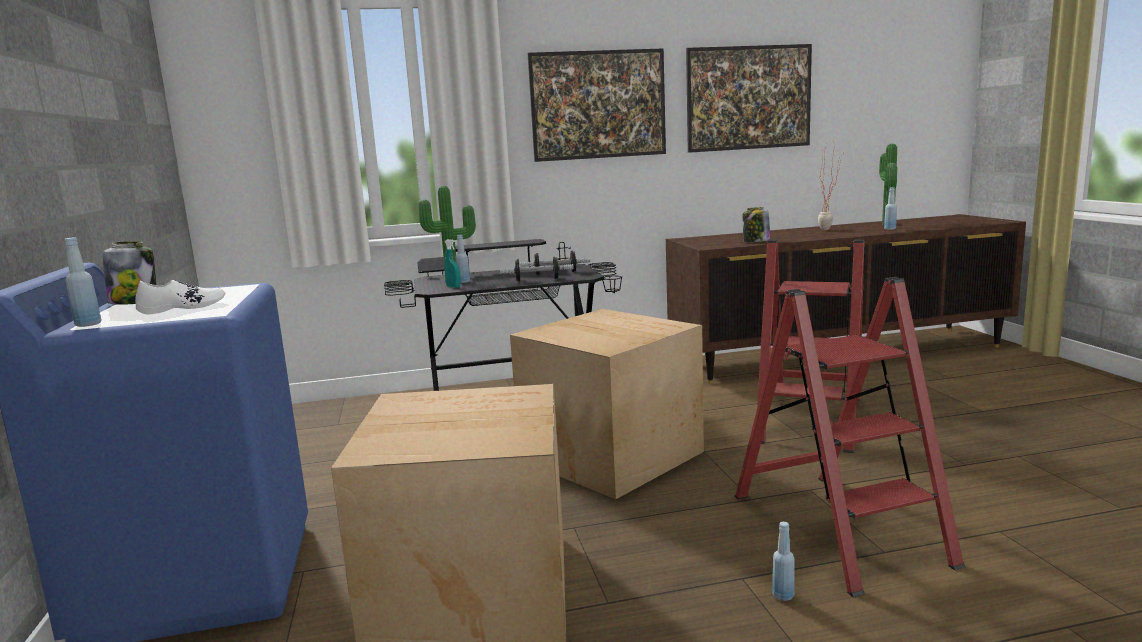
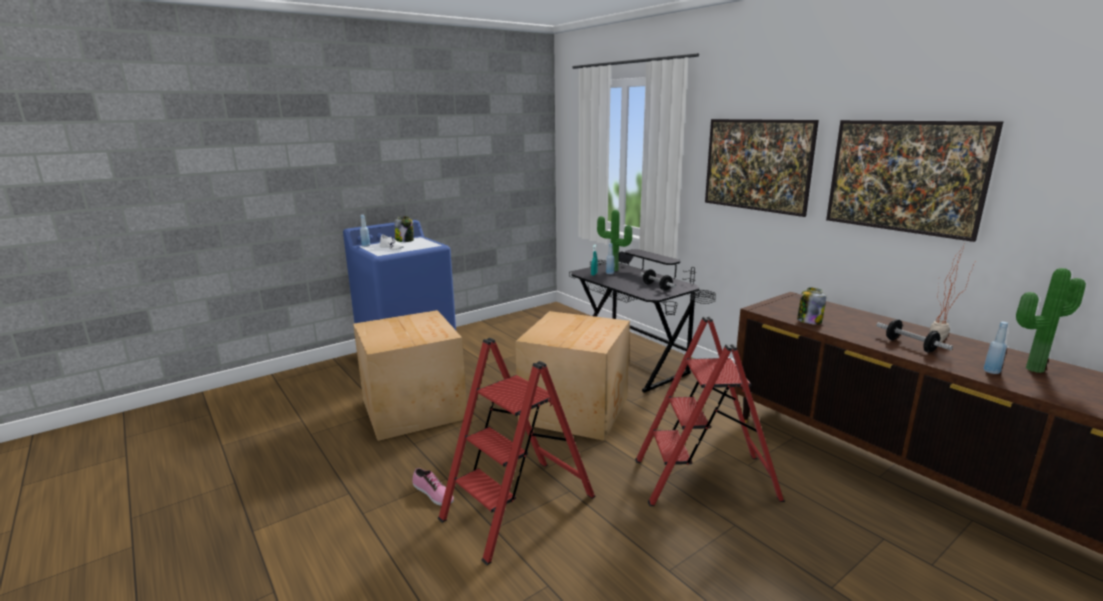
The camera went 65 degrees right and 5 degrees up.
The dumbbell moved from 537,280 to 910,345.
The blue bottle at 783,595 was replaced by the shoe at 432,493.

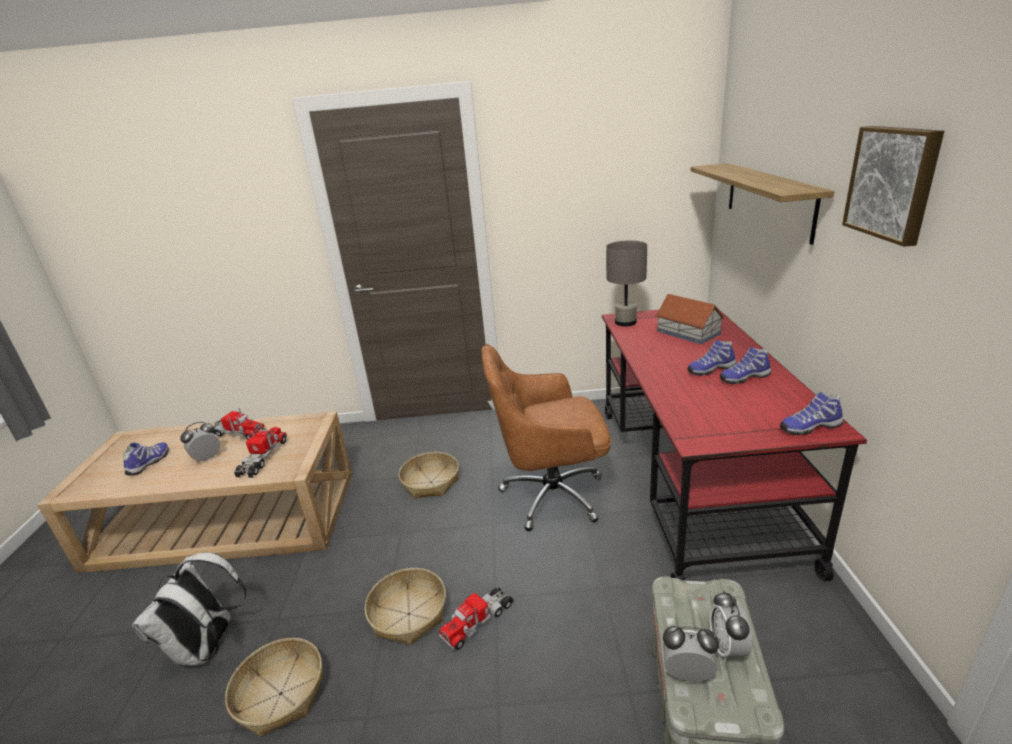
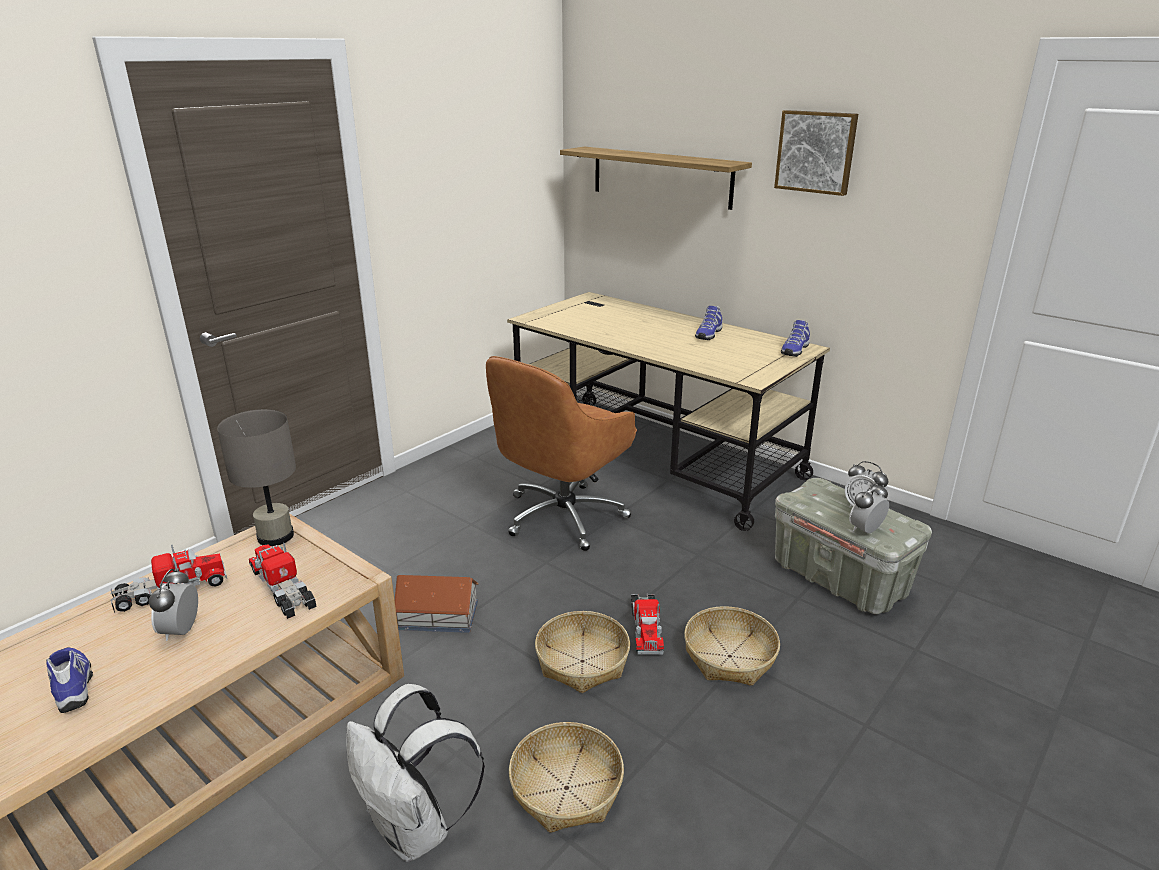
The camera went 50 degrees left and 0 degrees up.
The grey table lamp moved from 625,322 to 275,537.
The toy house moved from 688,332 to 439,616.
The red desk at 692,480 became the beige desk at 654,458.
The shoe at 710,369 disappeared.
The basket moved from 430,482 to 730,656.

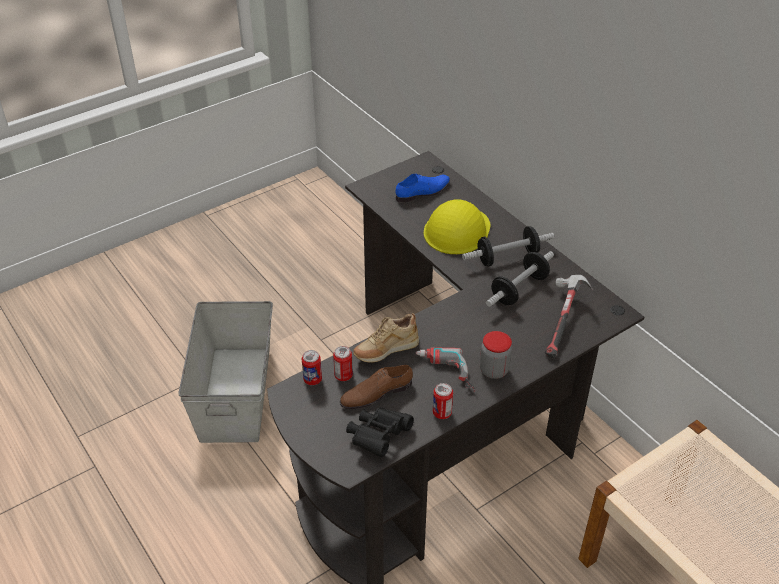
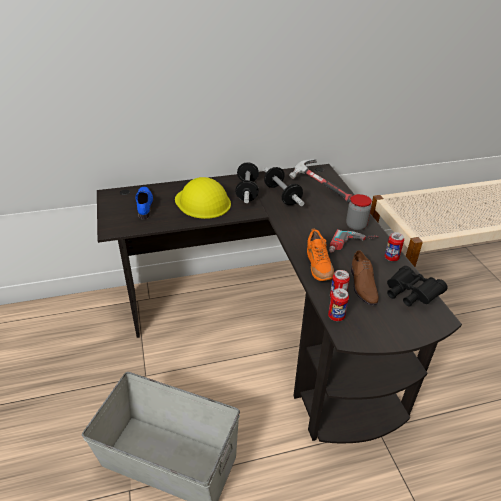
The camera went 70 degrees left and 5 degrees down.
The beige shoe at 385,351 became the orange shoe at 318,268.

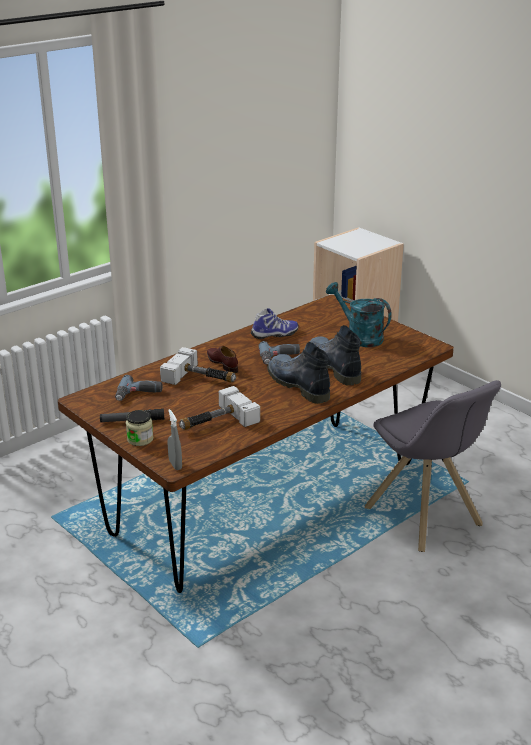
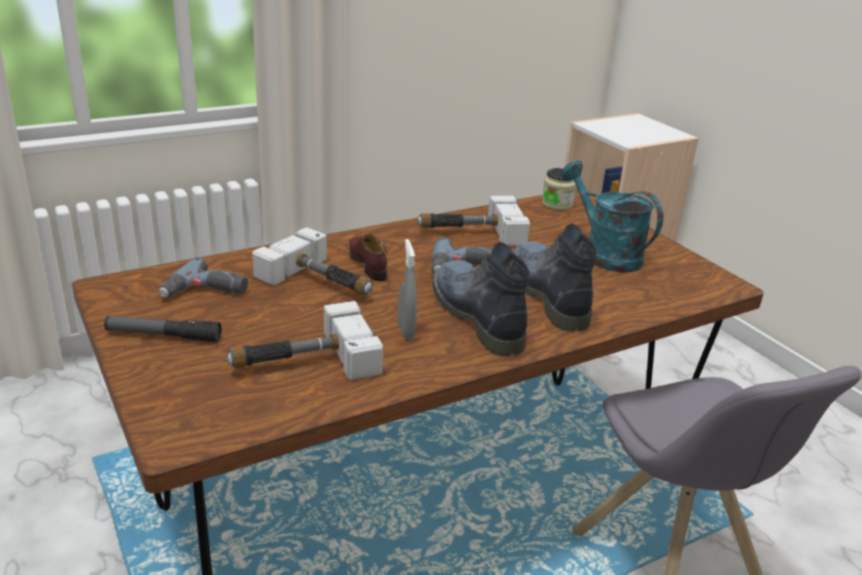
The camera went 10 degrees right and 0 degrees up.
The shoe at 275,334 was replaced by the hammer at 470,232.
The grey spray bottle moved from 175,465 to 406,330.
The jar moved from 140,439 to 557,204.

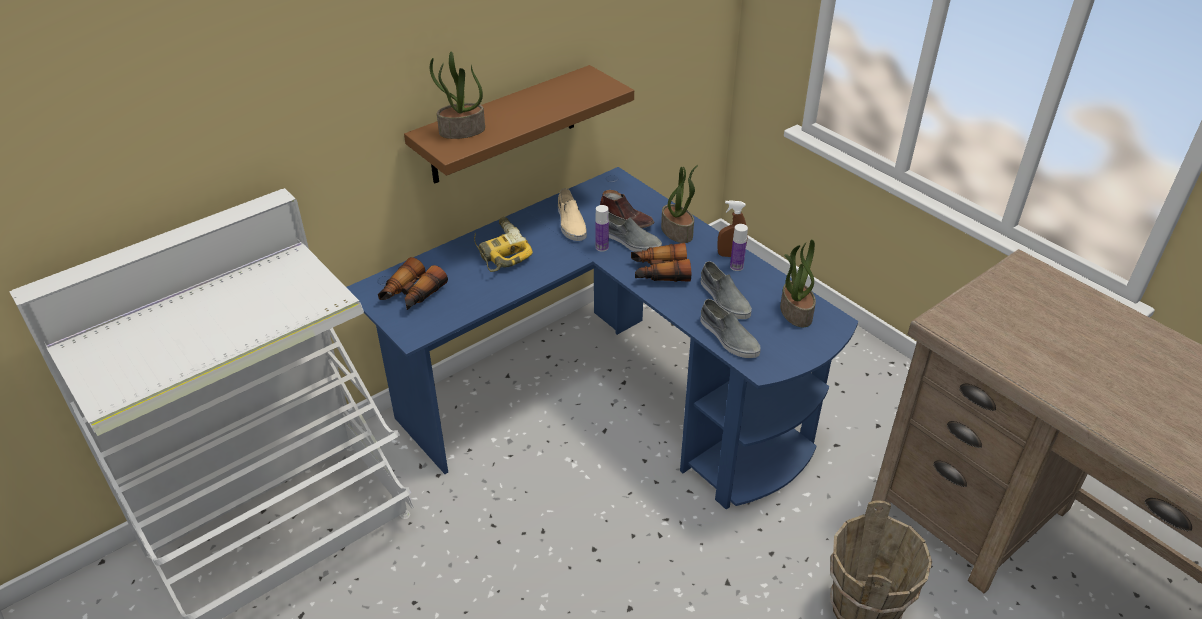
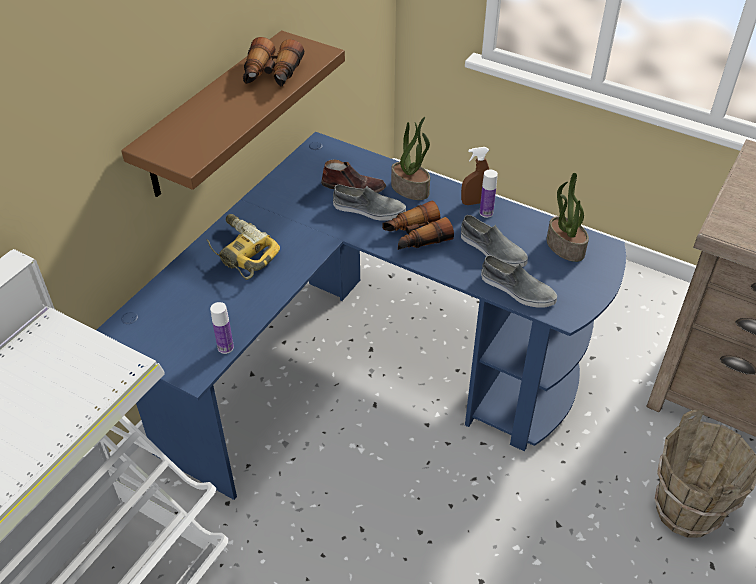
The camera went 20 degrees left and 5 degrees up.
The potted plant at 461,131 disappeared.
The beige shoe at 570,223 disappeared.
The bottle moved from 602,247 to 225,347.
The binoculars moved from 411,295 to 271,75.

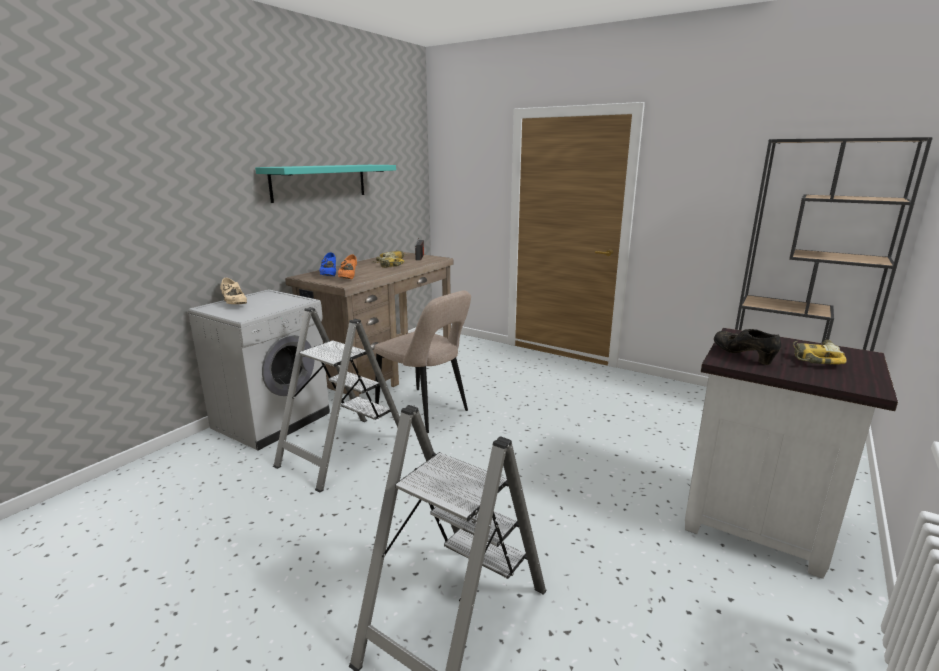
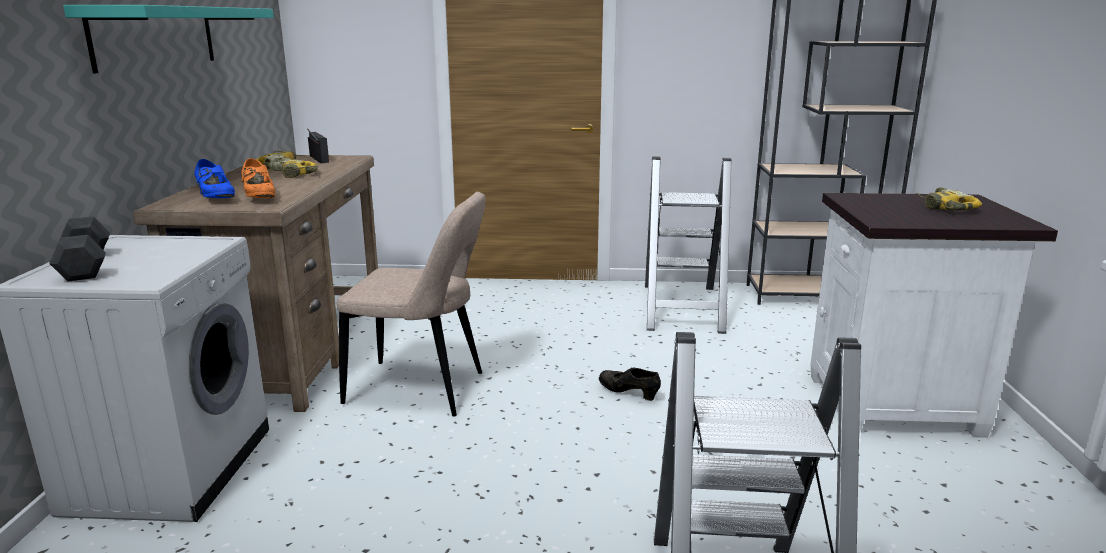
The camera went 30 degrees left and 0 degrees up.
The beige shoe at 234,304 was replaced by the black dumbbell at 85,265.
The grey step ladder moved from 342,452 to 682,308.
The black shoe moved from 743,356 to 629,393.

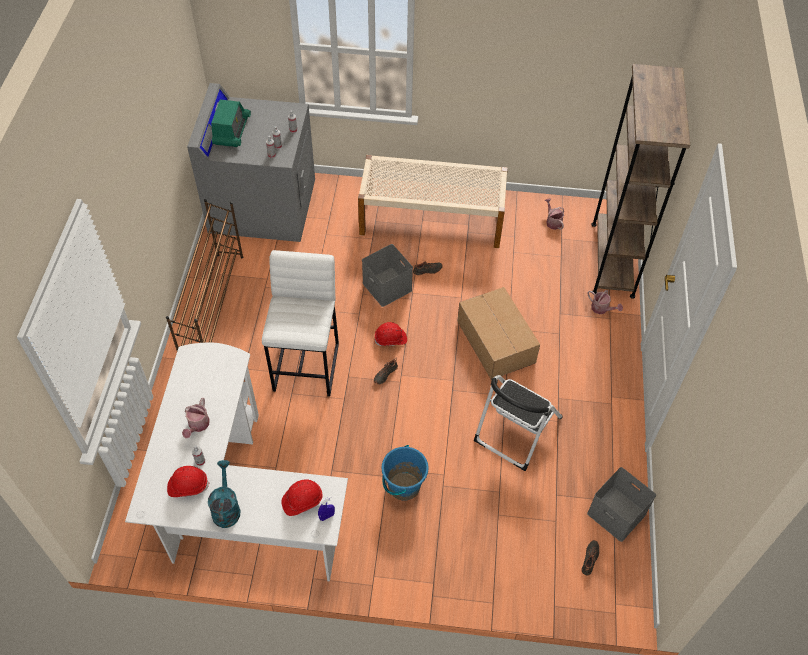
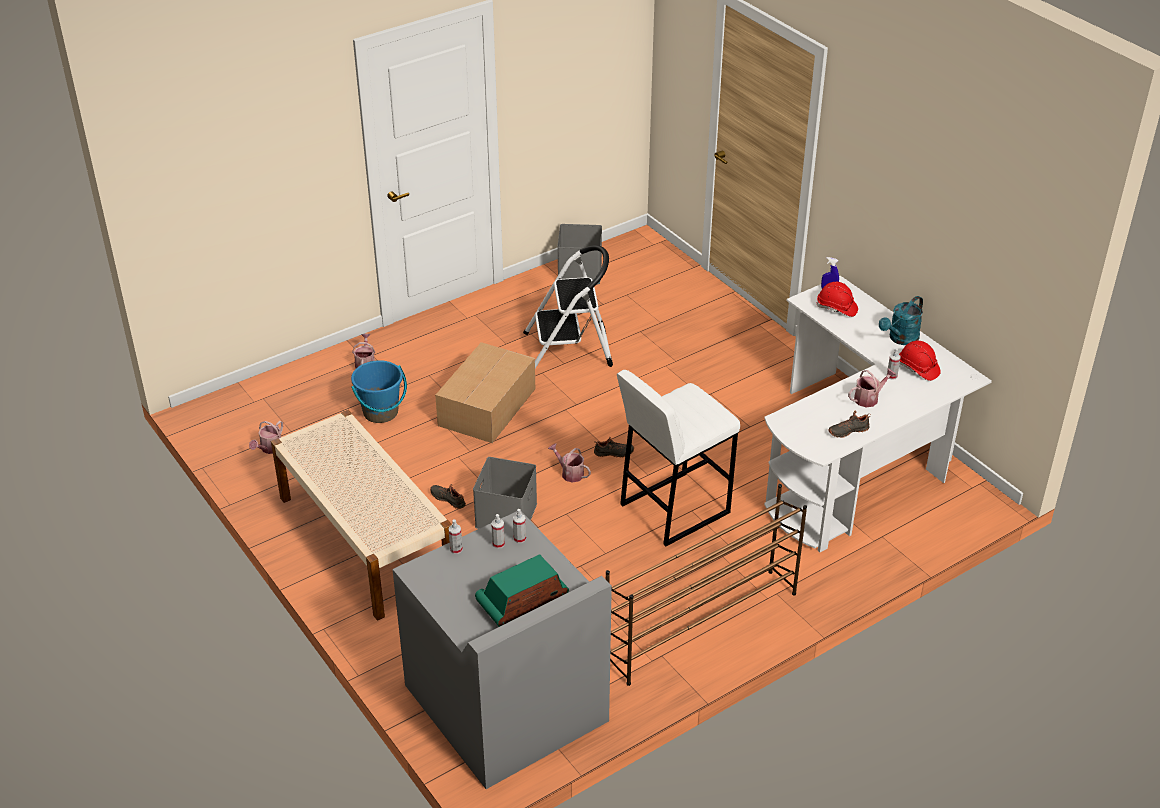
The camera went 130 degrees left and 15 degrees down.
The brown bookcase at 612,259 disappeared.
The red hard hat at 390,339 was replaced by the watering can at 570,473.
The blue bucket moved from 404,486 to 381,412.
The black shoe moved from 590,559 to 848,430.

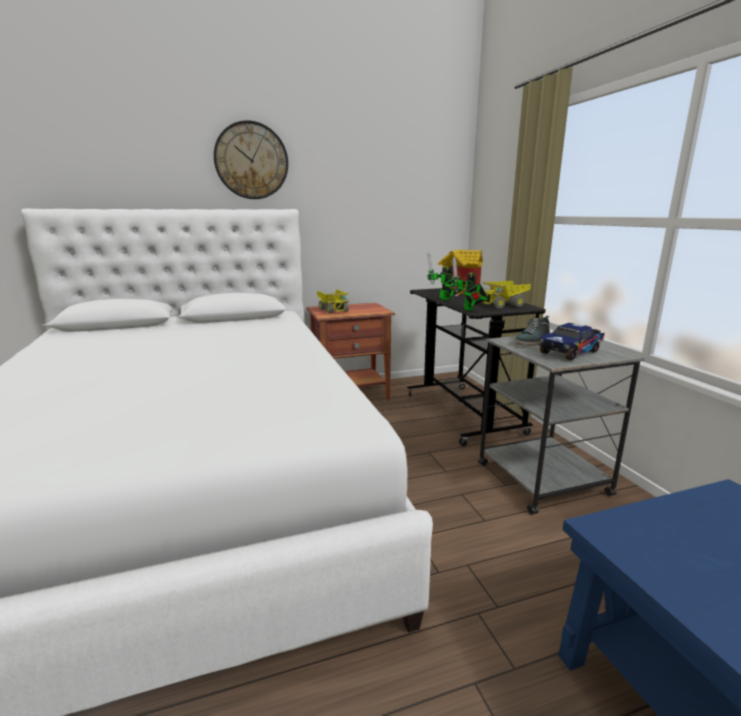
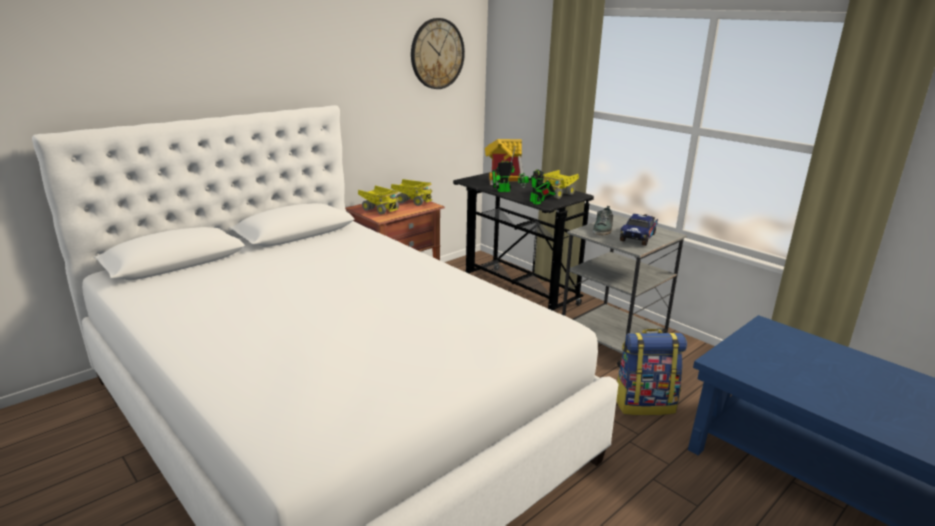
The camera went 25 degrees left and 5 degrees up.
The wall clock moved from 251,161 to 437,54.
The toy robot at 445,299 turned 120 degrees clockwise.
The toy truck at 412,201 appeared.
The backpack at 644,404 appeared.

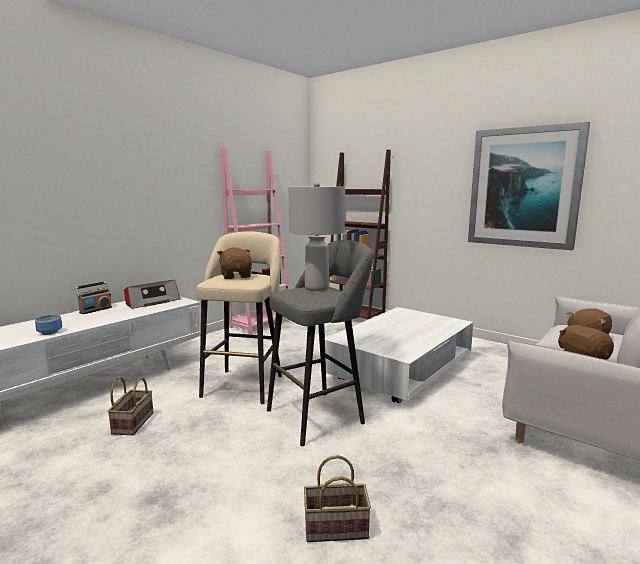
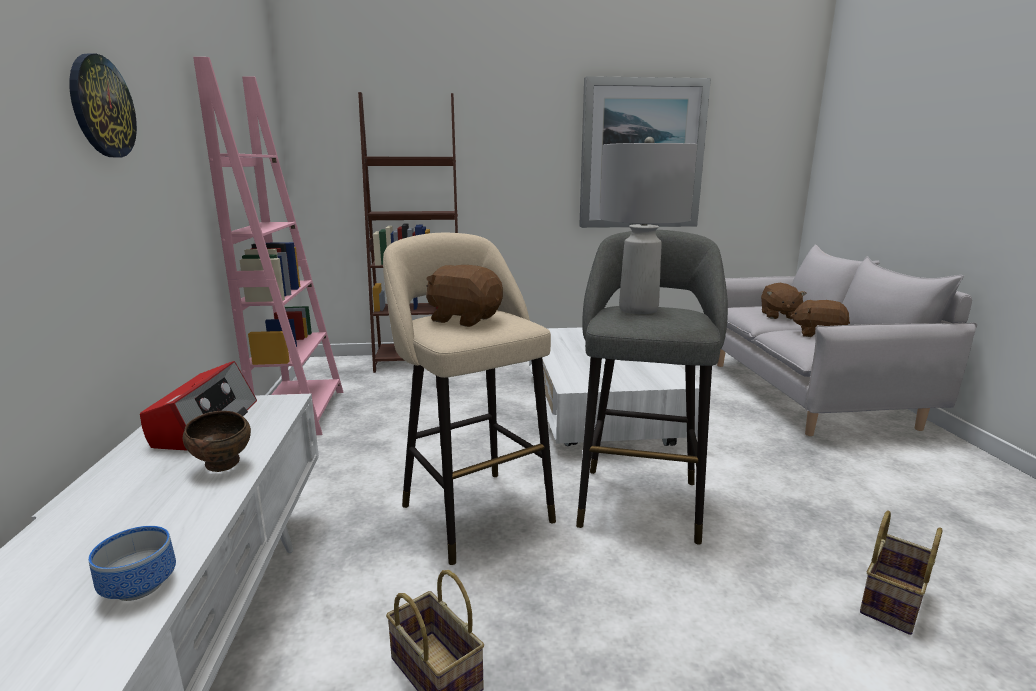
The camera went 45 degrees left and 5 degrees up.
The radio at 95,310 disappeared.
The wall clock at 101,107 appeared.
The brown bowl at 224,466 appeared.

